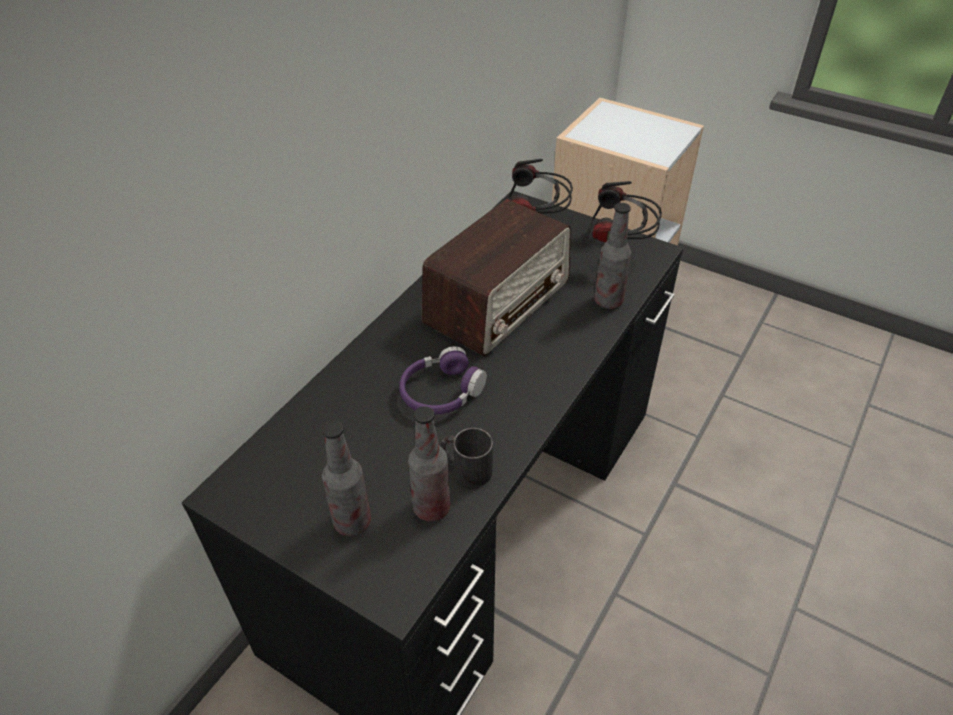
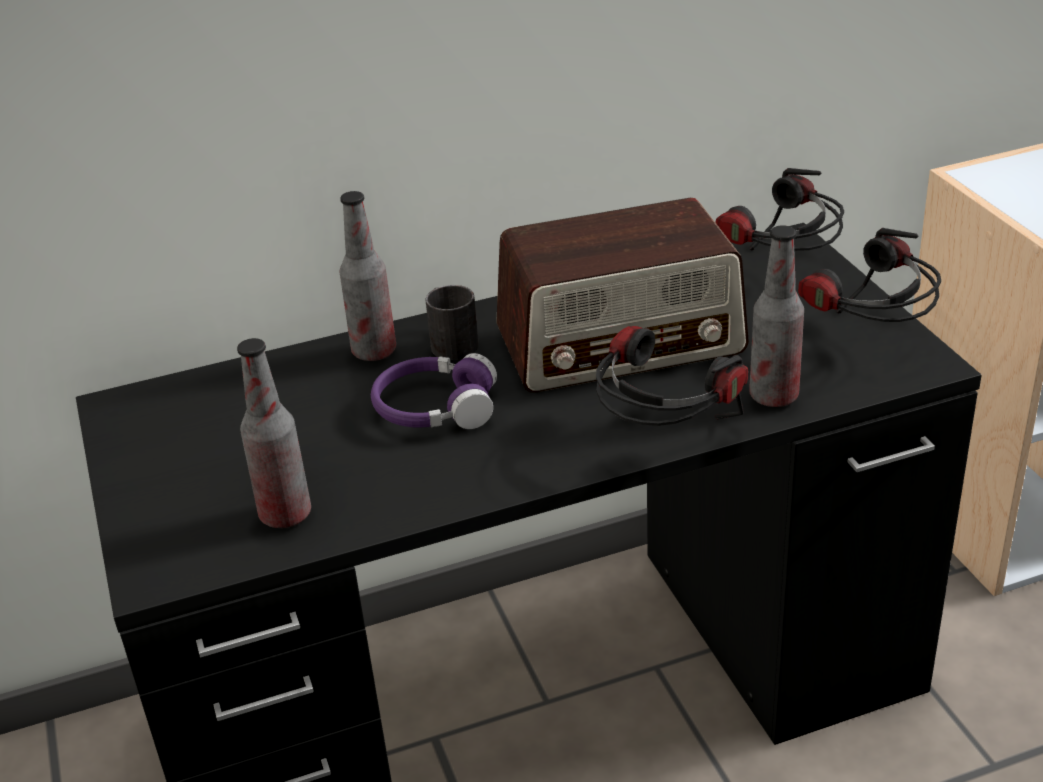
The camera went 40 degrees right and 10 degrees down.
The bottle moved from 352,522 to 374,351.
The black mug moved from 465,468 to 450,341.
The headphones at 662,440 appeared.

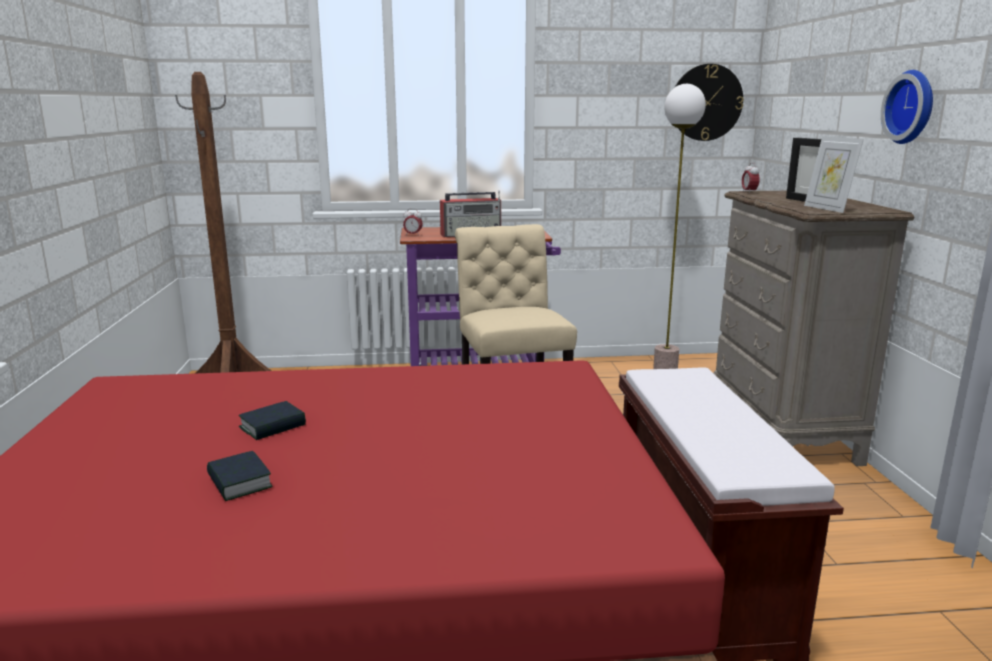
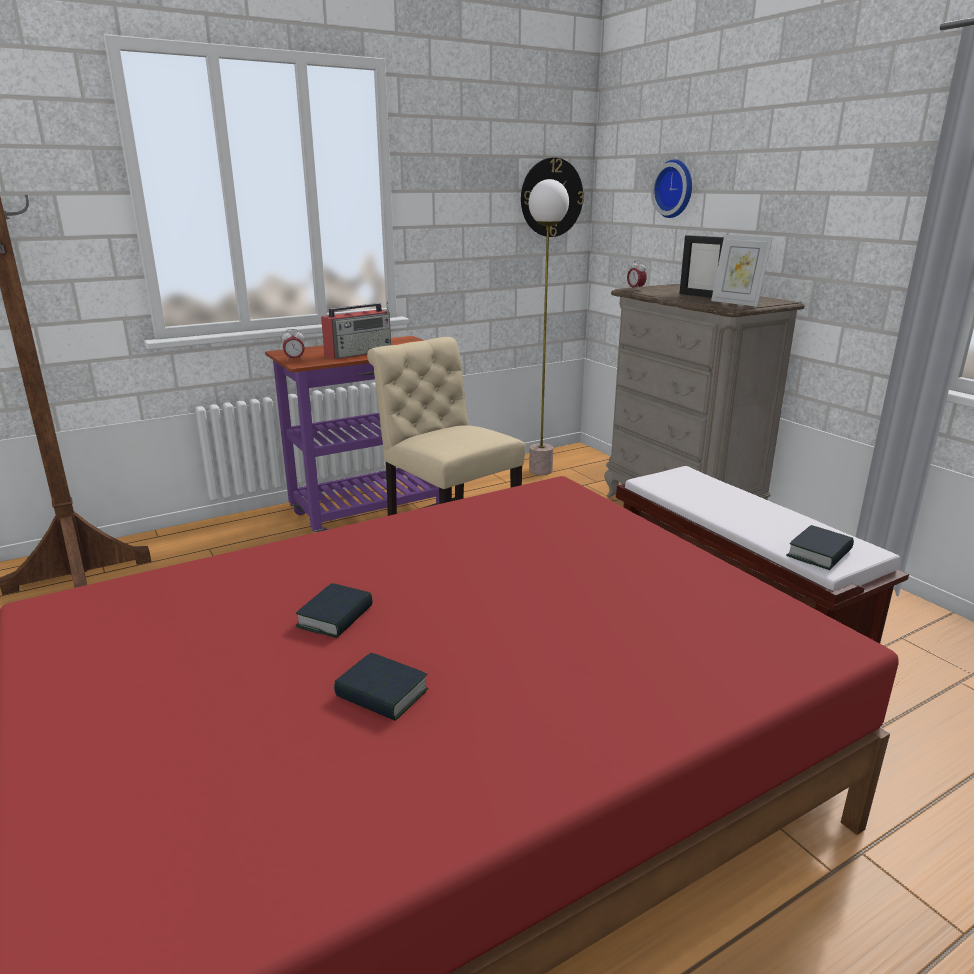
The camera went 25 degrees left and 5 degrees up.
The wall clock moved from 912,107 to 675,189.
The book at 819,554 appeared.

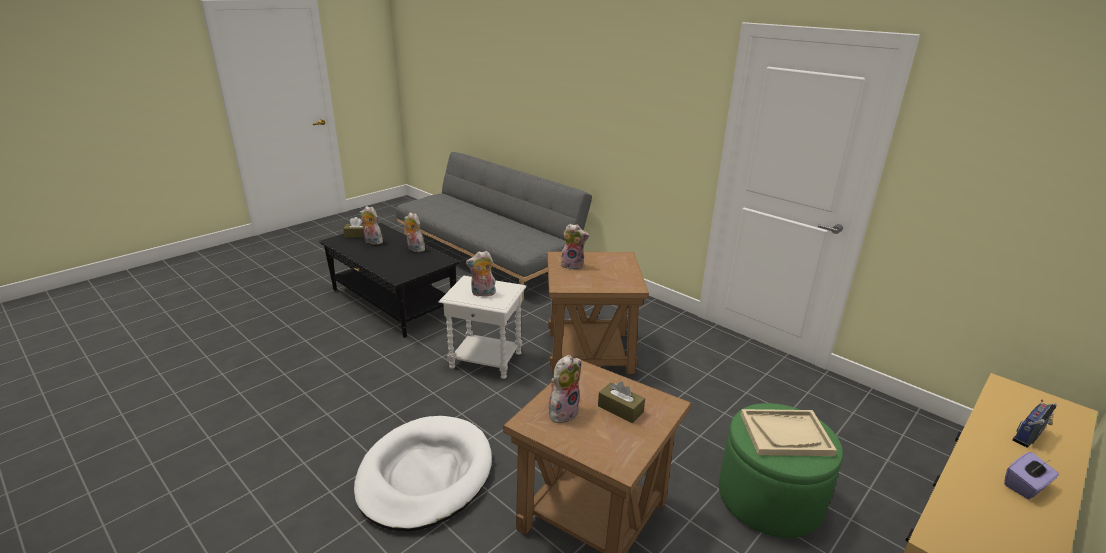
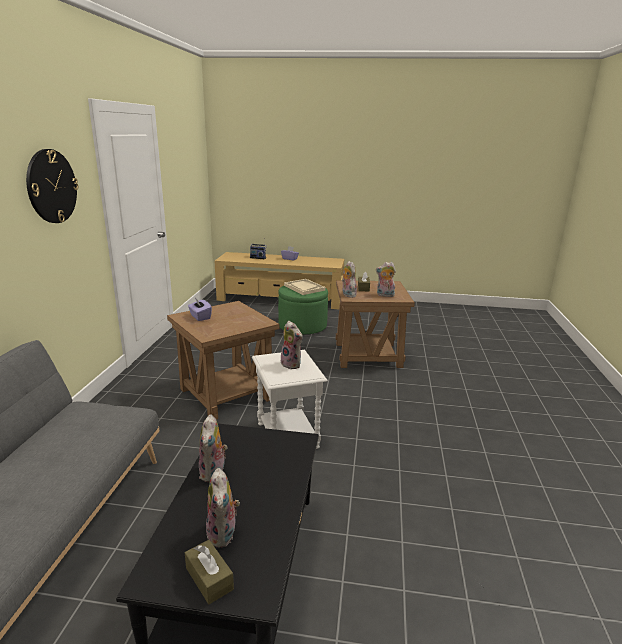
The camera went 125 degrees left and 5 degrees down.
The plush toy moved from 573,265 to 347,295.
The white dog bed at 425,475 disappeared.
The wall clock at 51,186 appeared.
The purple tissue box at 200,317 appeared.

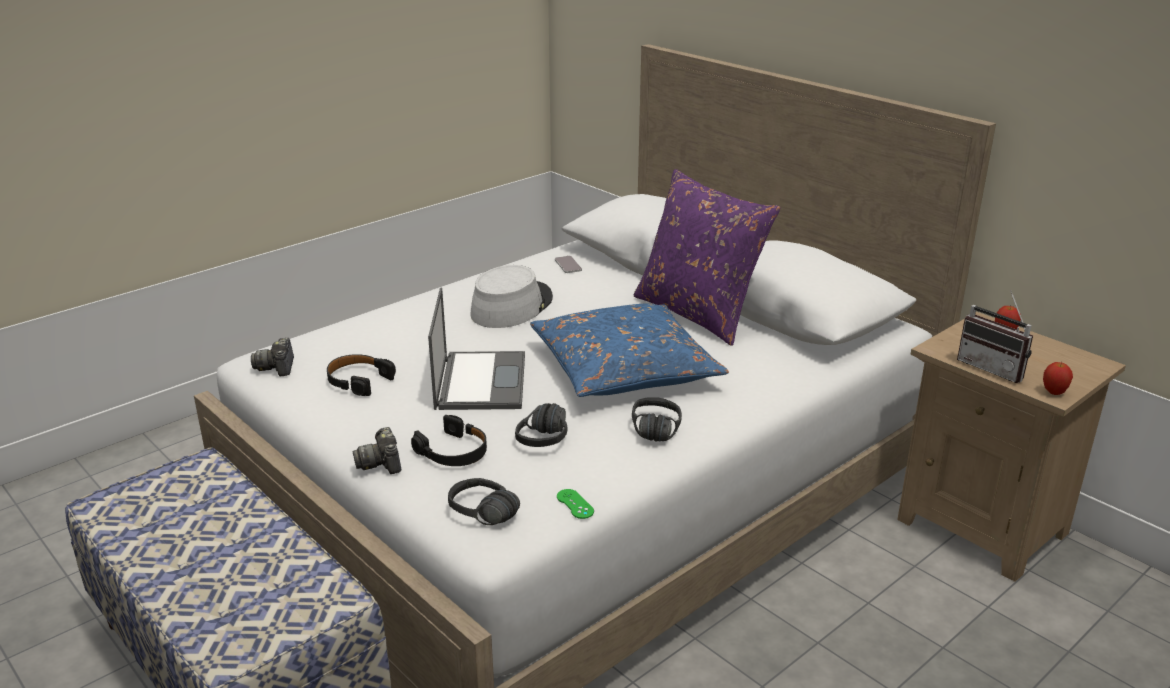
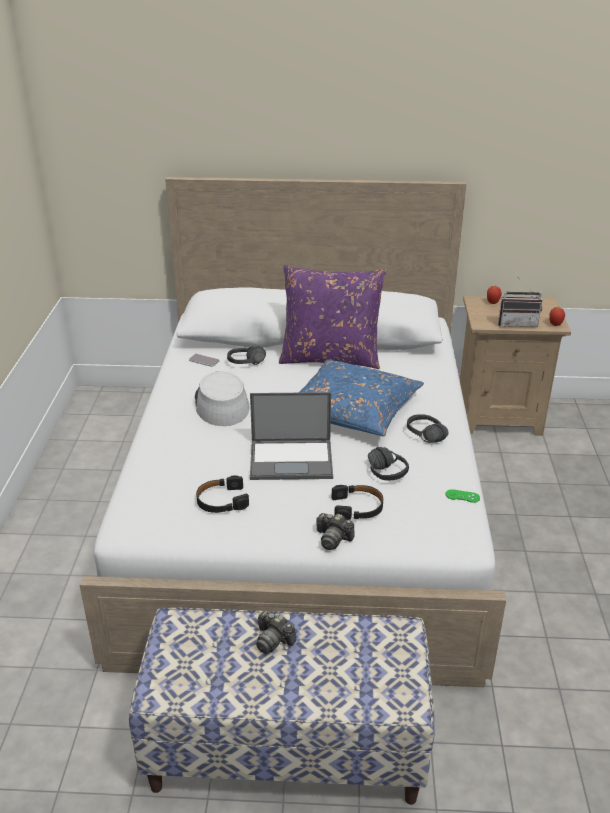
The camera went 45 degrees left and 5 degrees up.
The laptop at 480,380 turned 135 degrees clockwise.
The photo camera moved from 277,367 to 273,640.
The black headphones moved from 477,519 to 247,365.

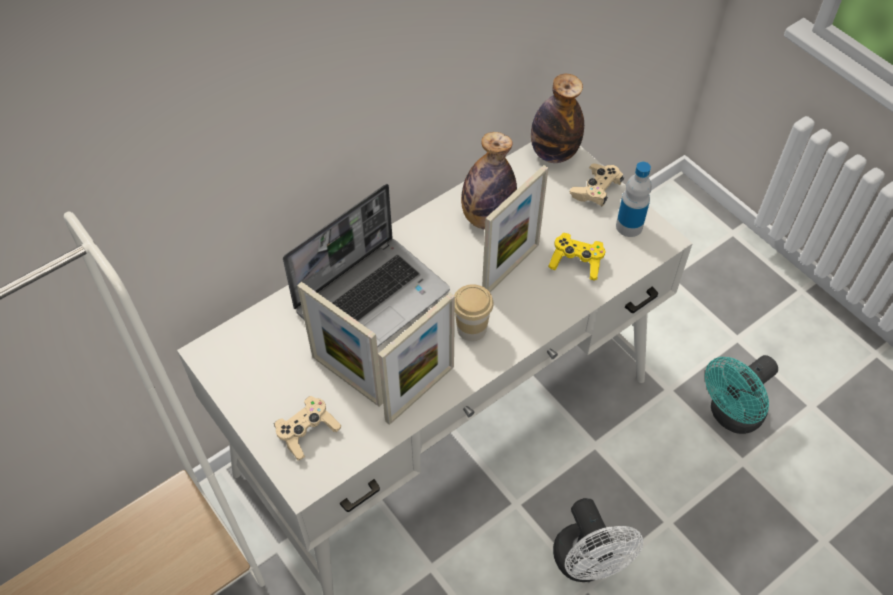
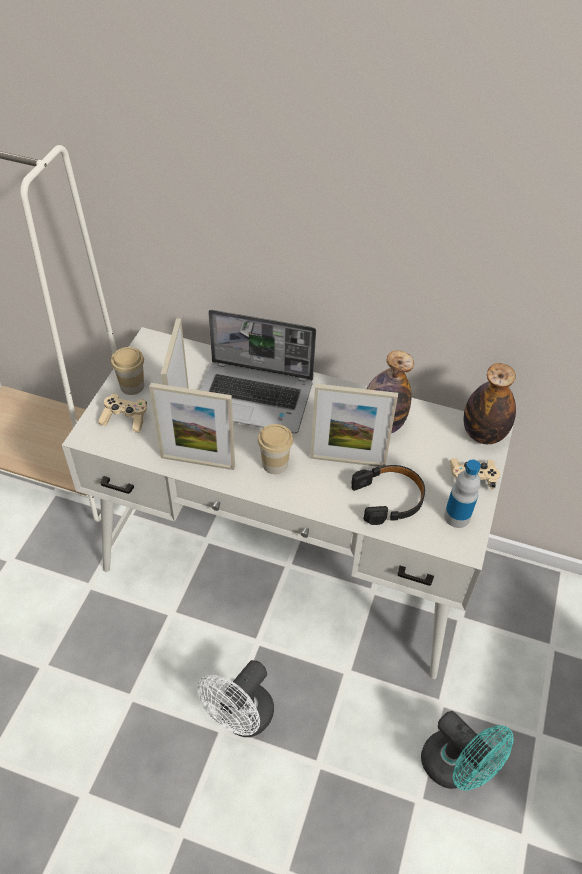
The camera went 55 degrees right and 5 degrees down.
The yellow game controller at 576,262 was replaced by the black headphones at 389,498.
The turquoise fan at 731,416 turned 150 degrees counterclockwise.
The cup at 132,386 appeared.

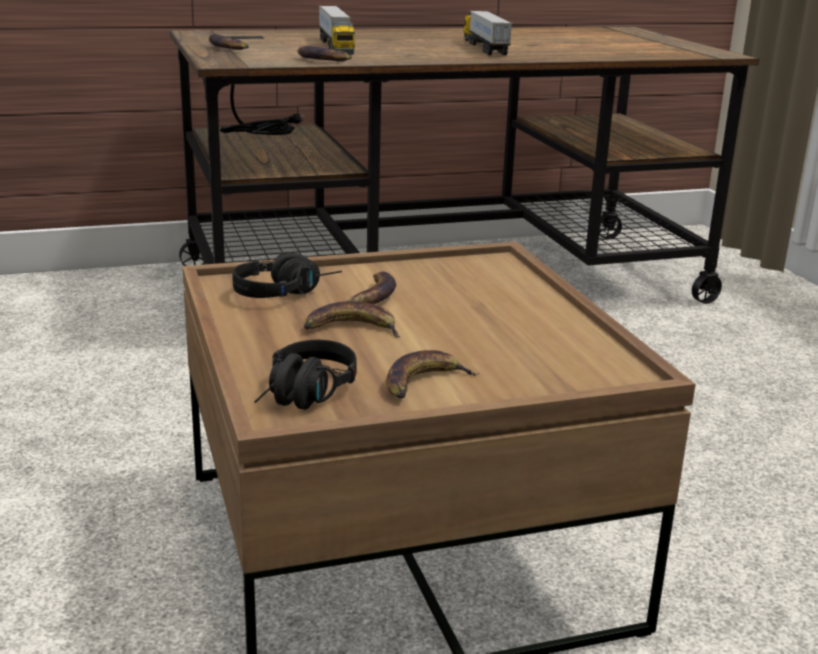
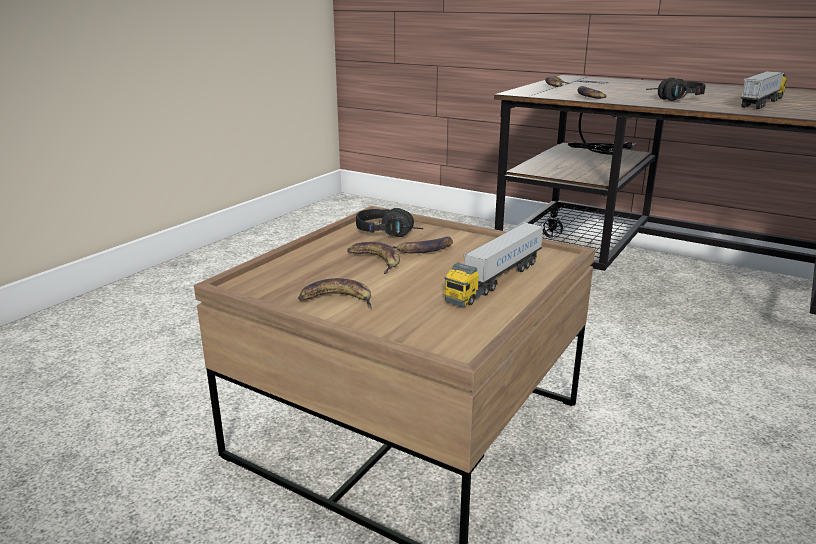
The camera went 50 degrees right and 0 degrees up.
The toy truck moved from 335,46 to 495,280.
The black headphones moved from 304,397 to 674,99.

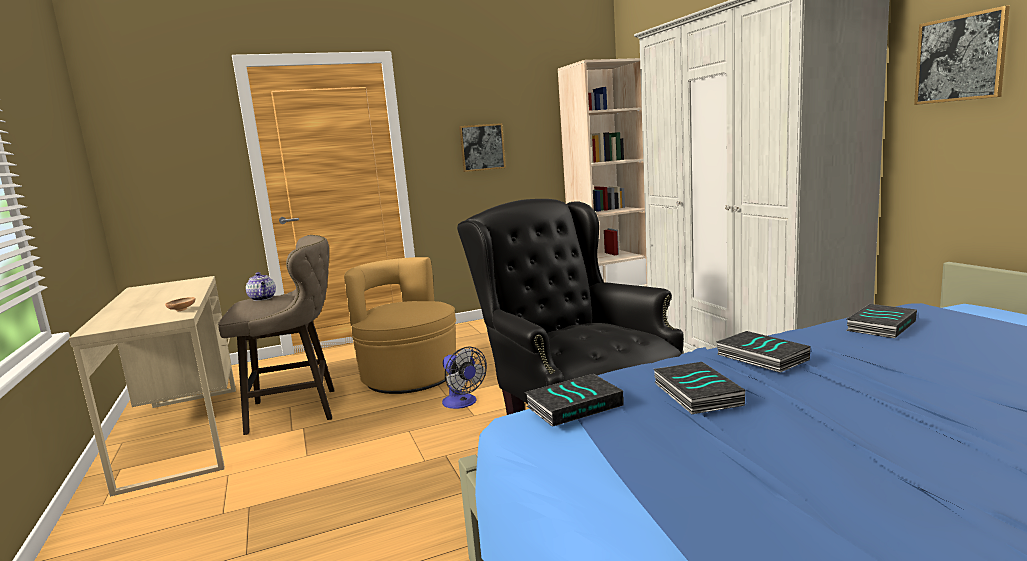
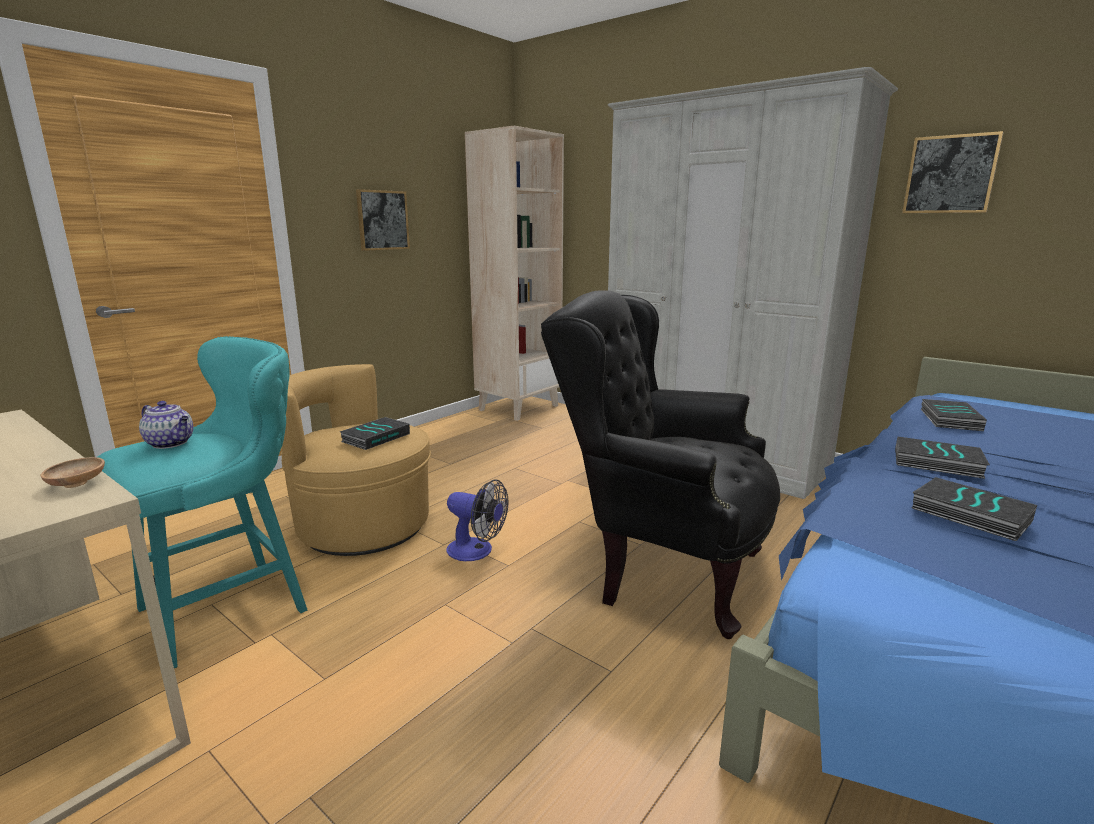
The camera went 30 degrees left and 5 degrees up.
The beige stool at 298,409 became the turquoise stool at 232,606.
The book moved from 574,405 to 375,437.

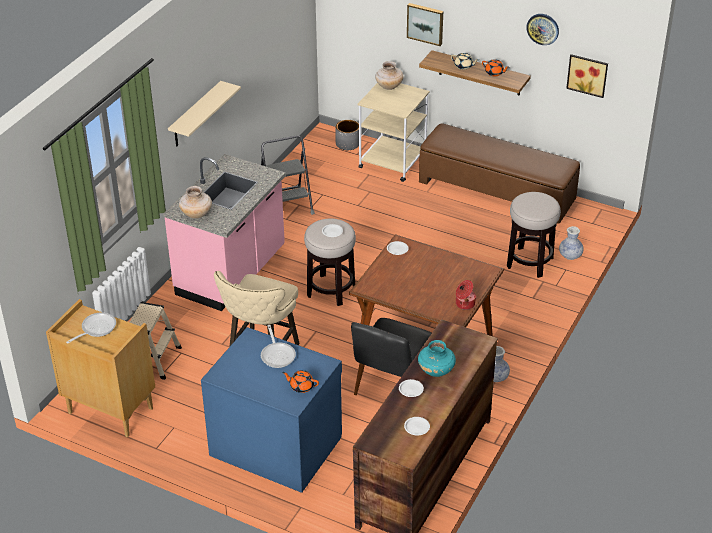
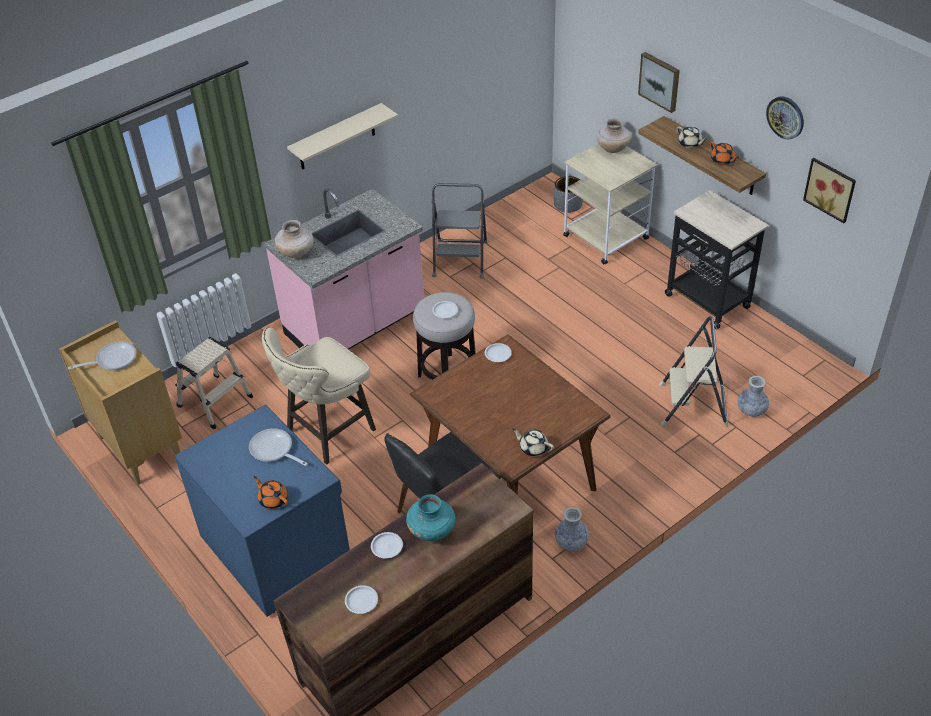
The camera went 25 degrees right and 5 degrees up.
The brown bench at 497,190 was replaced by the cart at 708,302.
The stool at 530,262 was replaced by the beige step ladder at 696,405.
The cooking pot at 464,304 was replaced by the beige teapot at 533,448.
The frying pan at 277,355 turned 120 degrees clockwise.

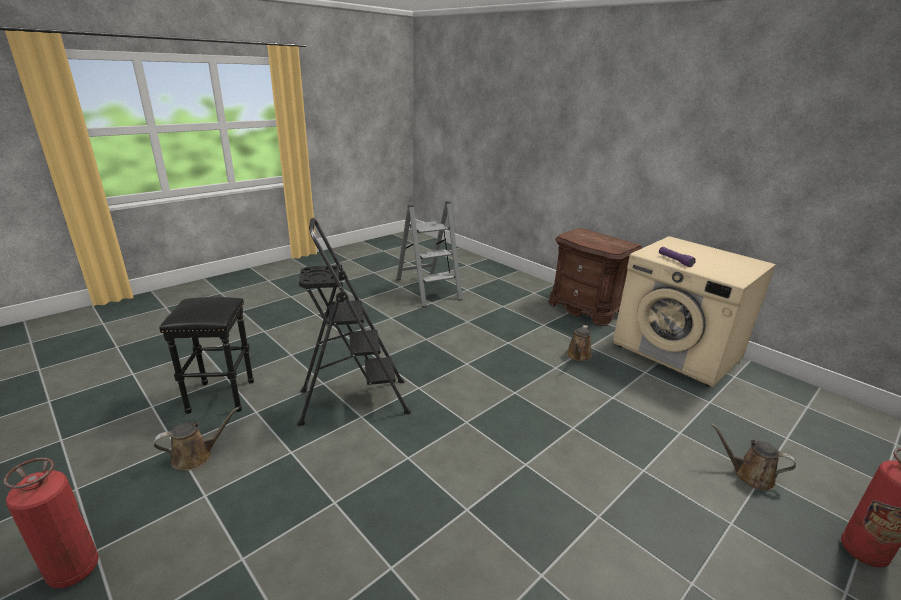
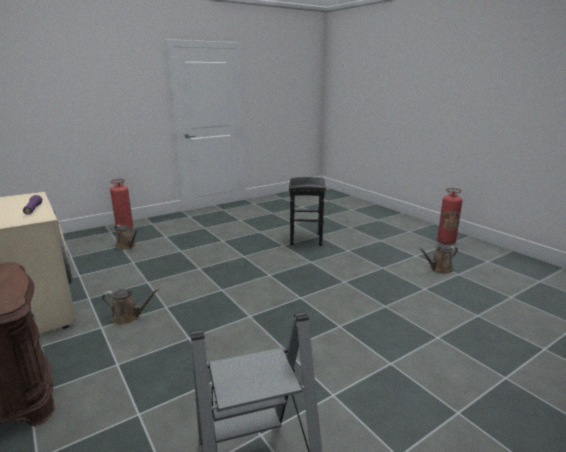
The camera went 170 degrees left and 5 degrees down.
The step ladder at 352,401 disappeared.
The black stool moved from 223,395 to 305,239.
The brown watering can at 578,356 turned 60 degrees clockwise.

